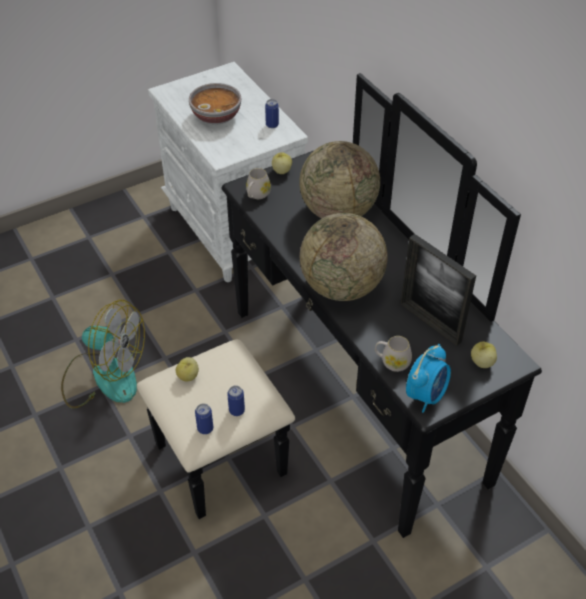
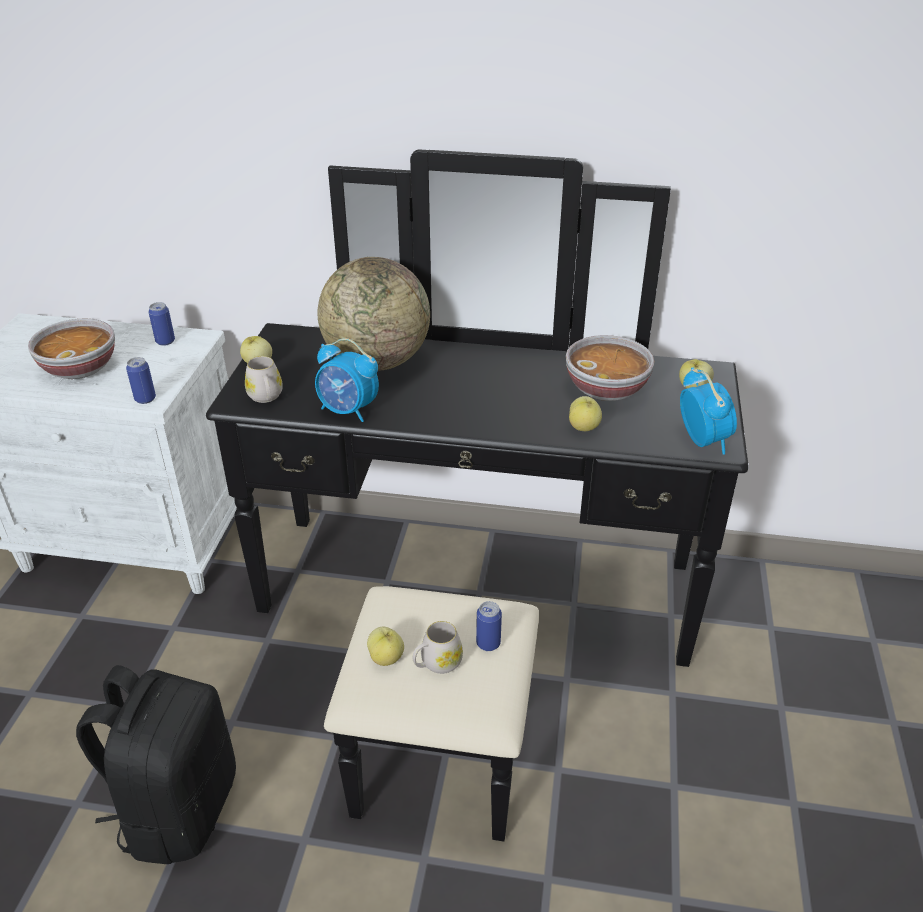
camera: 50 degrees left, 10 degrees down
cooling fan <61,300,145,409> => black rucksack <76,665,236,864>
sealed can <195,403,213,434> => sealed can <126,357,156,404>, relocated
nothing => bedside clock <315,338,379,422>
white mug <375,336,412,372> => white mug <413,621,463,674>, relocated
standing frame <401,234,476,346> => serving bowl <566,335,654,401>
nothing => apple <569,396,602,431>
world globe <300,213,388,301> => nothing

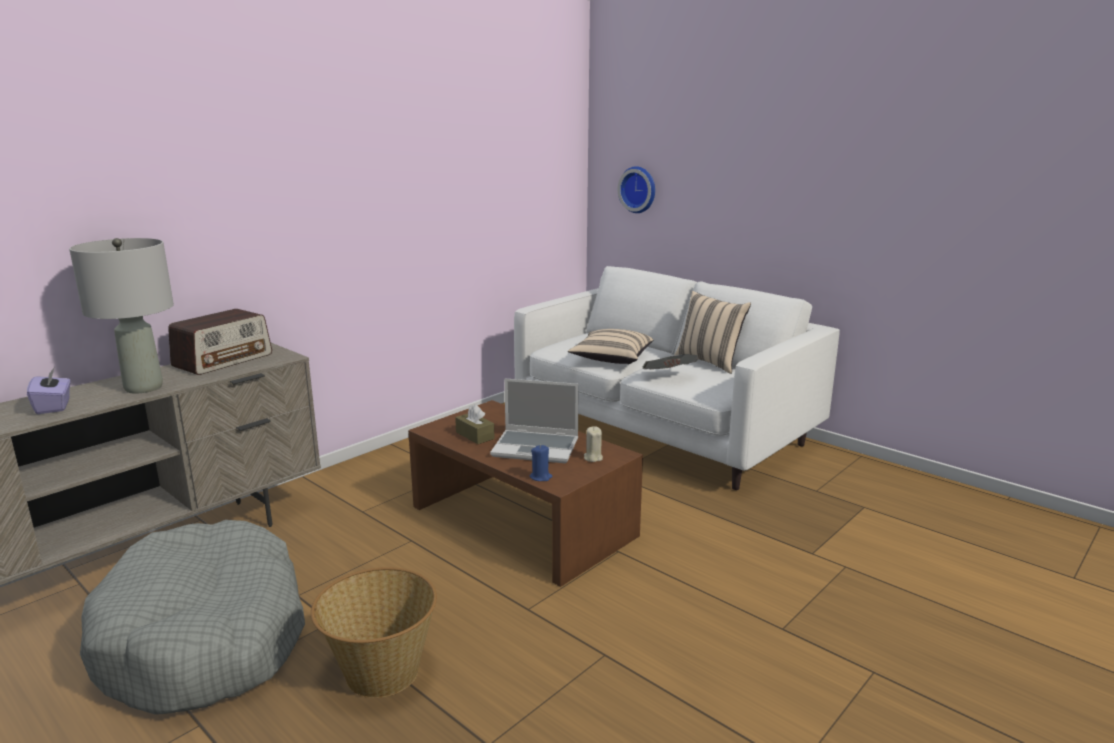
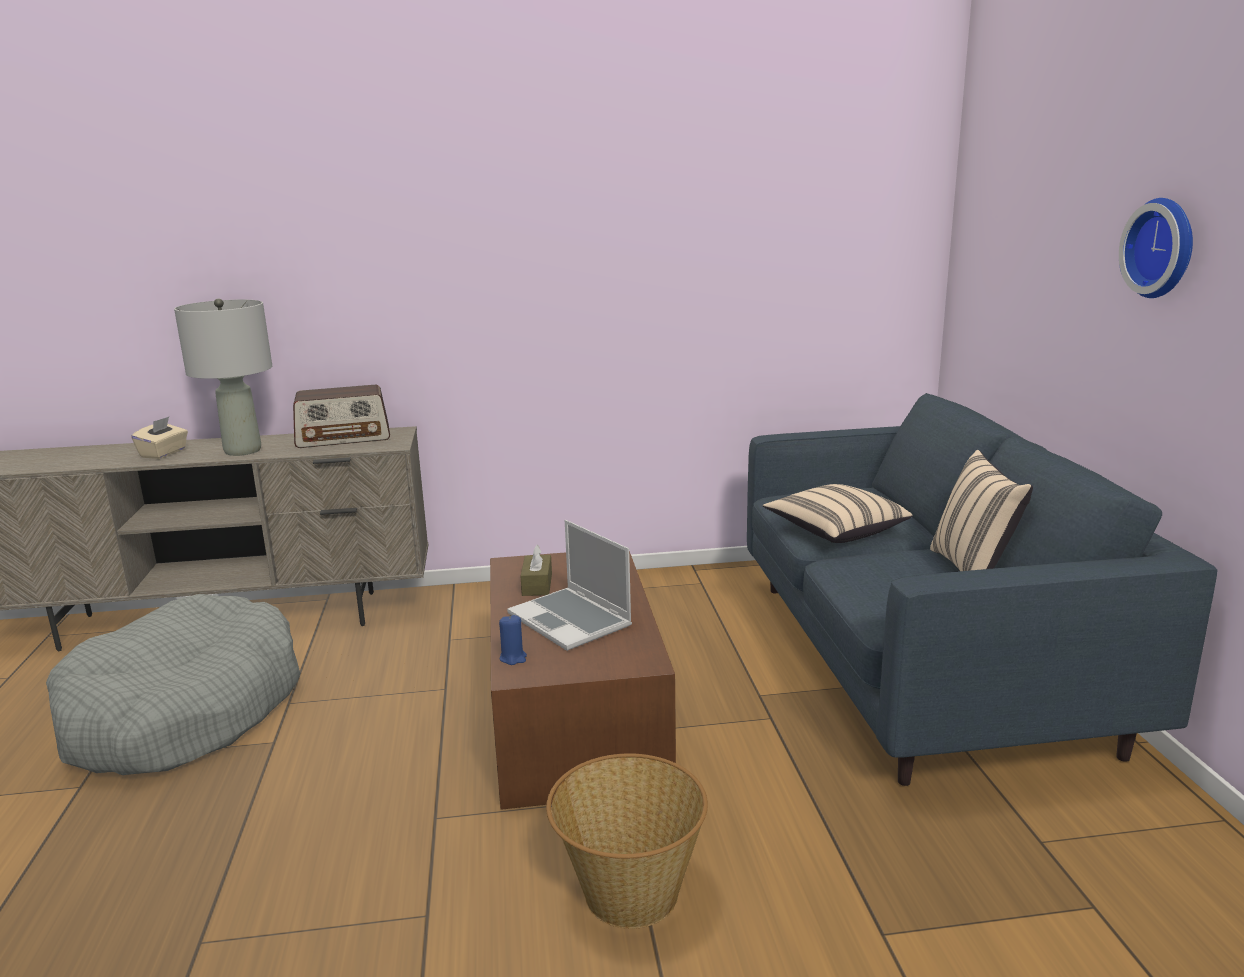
camera: 40 degrees right, 0 degrees up
purple-coloured tissue holder <27,368,71,414> => beige tissue holder <131,417,188,459>
household basket <311,567,437,698> => household basket <546,753,708,929>, relocated
white settee <514,266,840,490> => blue settee <747,393,1218,786>
clock on the wall <618,166,655,213> => clock on the wall <1119,198,1193,298>, relocated
beige wax candle <584,426,603,462> => nothing
printed paper <642,354,698,369> => nothing

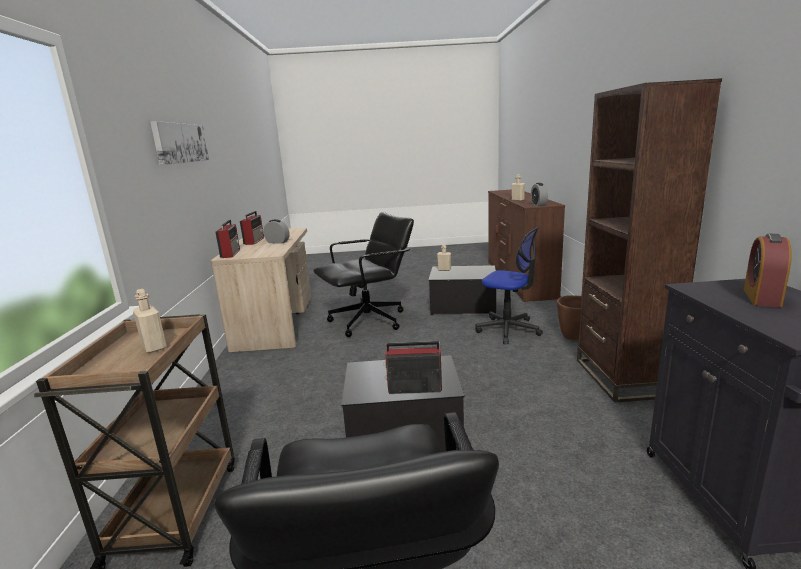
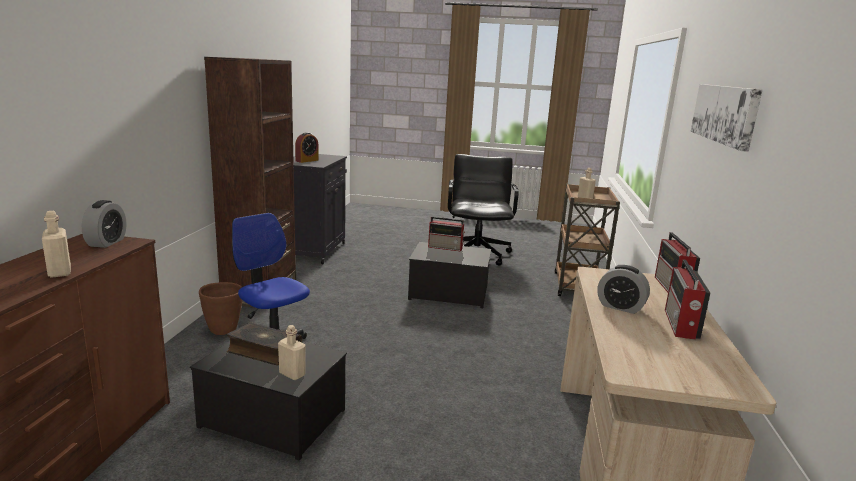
camera: 170 degrees left, 0 degrees up
nothing => bound book <227,322,302,365>
black computer chair <313,212,414,337> => nothing

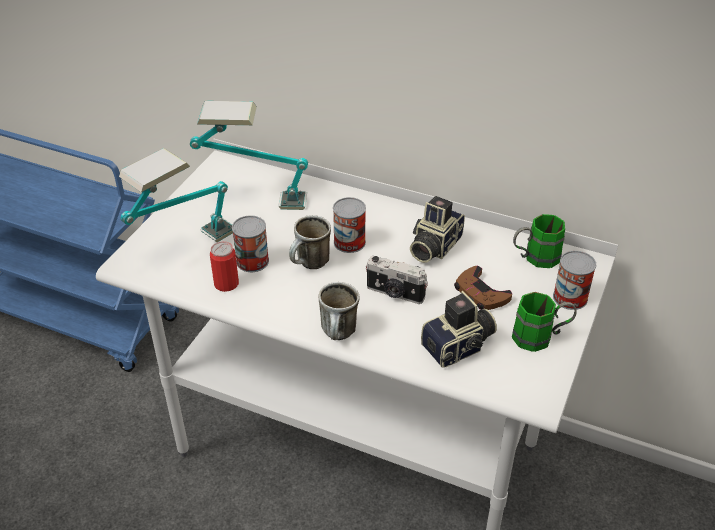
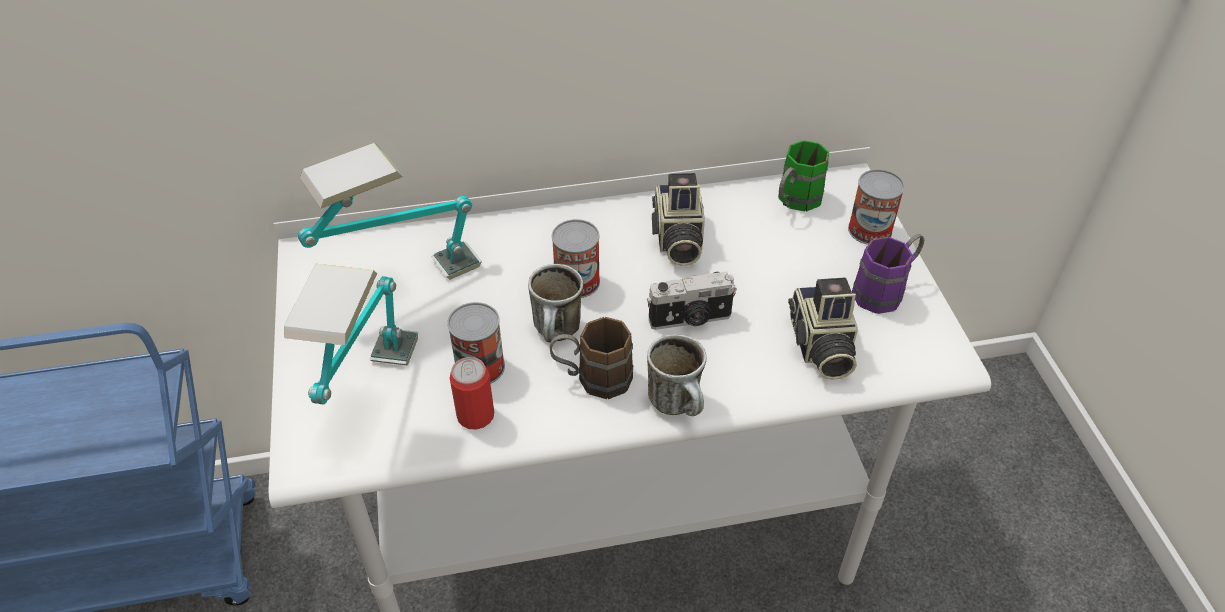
camera: 35 degrees left, 5 degrees up
nothing => brown-coloured mug <550,317,633,399>
photo camera <421,291,497,368> => photo camera <788,278,858,380>, 150 degrees clockwise
green-coloured mug <512,292,577,352> => purple-coloured mug <852,234,924,314>
brown-coloured gamepad <454,266,512,310> => nothing

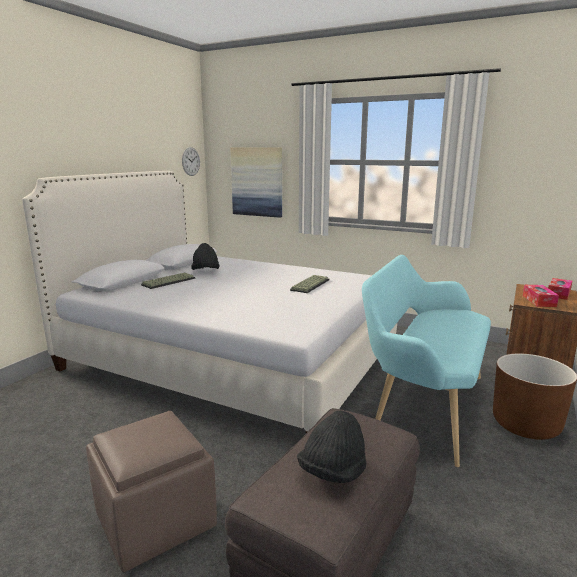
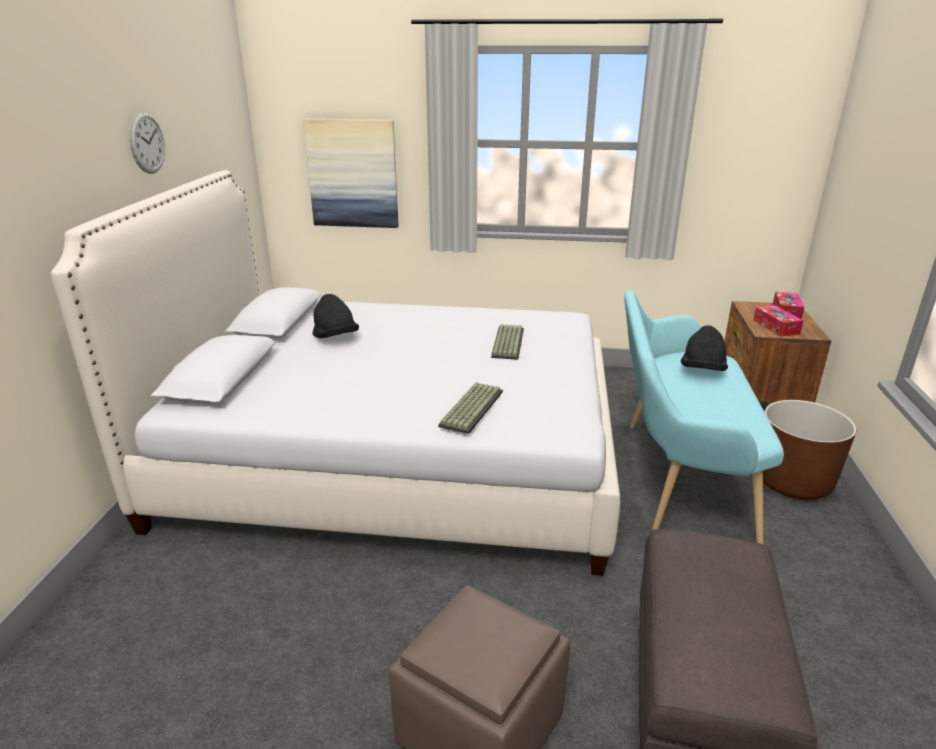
camera: 20 degrees left, 10 degrees up
clock on the wall <182,147,200,176> => clock on the wall <129,111,165,174>, relocated
computer keyboard <141,273,195,289> => computer keyboard <438,382,503,434>, relocated
black clothing hat <297,410,367,483> => black clothing hat <681,325,728,371>, relocated

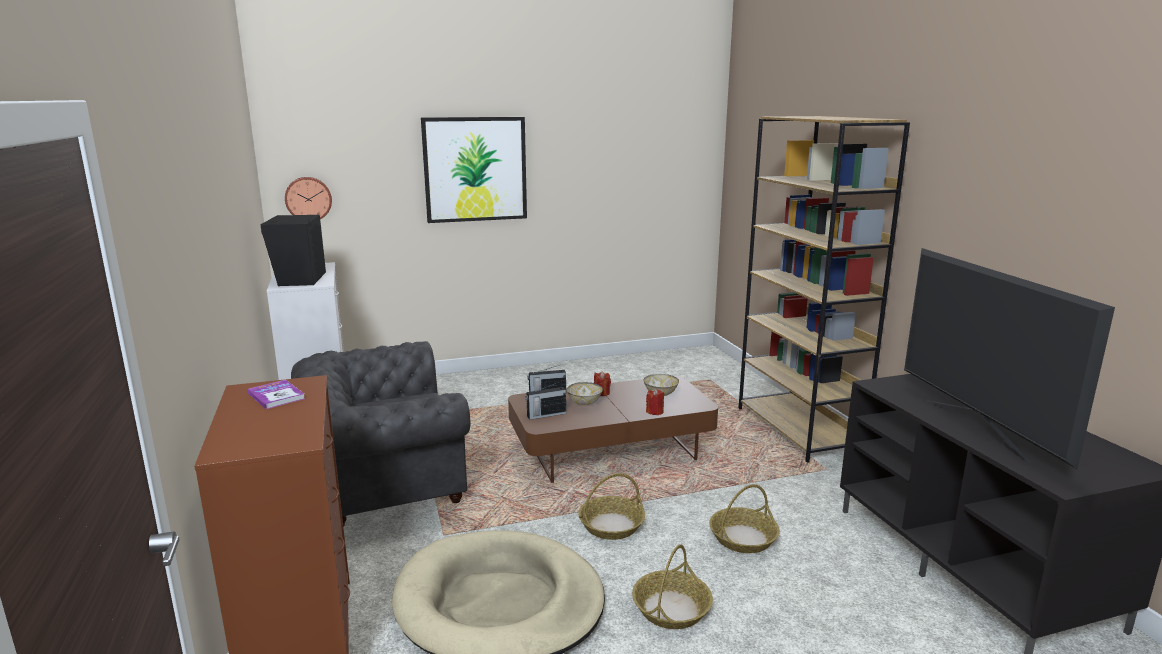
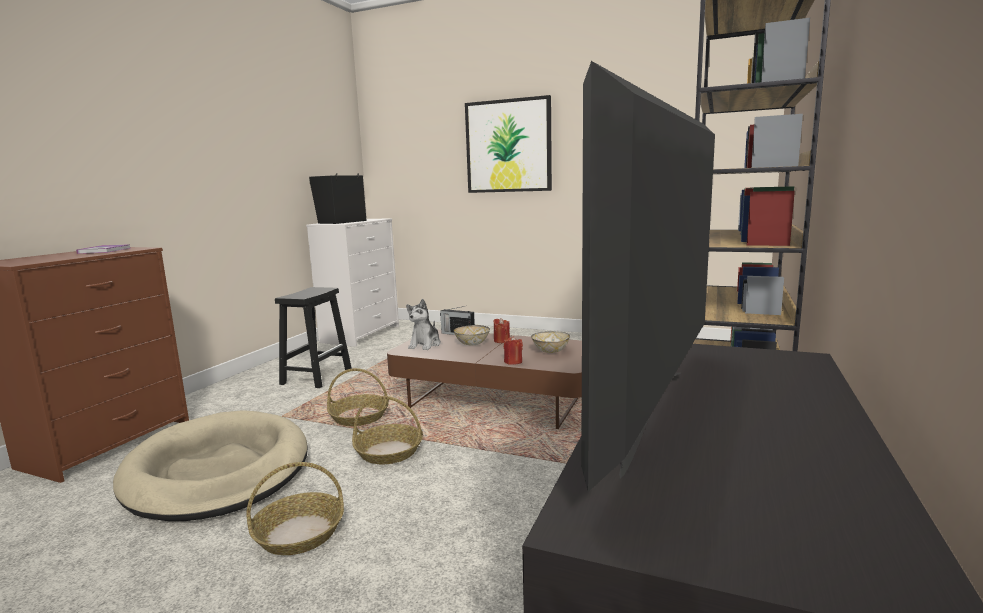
camera: 40 degrees right, 5 degrees down
grey lounge chair <291,341,470,527> => black stool <275,287,352,388>
household basket <709,484,780,553> => household basket <327,368,389,426>, relocated
radio <525,382,566,420> => cuddly toy <406,299,441,350>
clock on the wall <285,177,332,219> => nothing

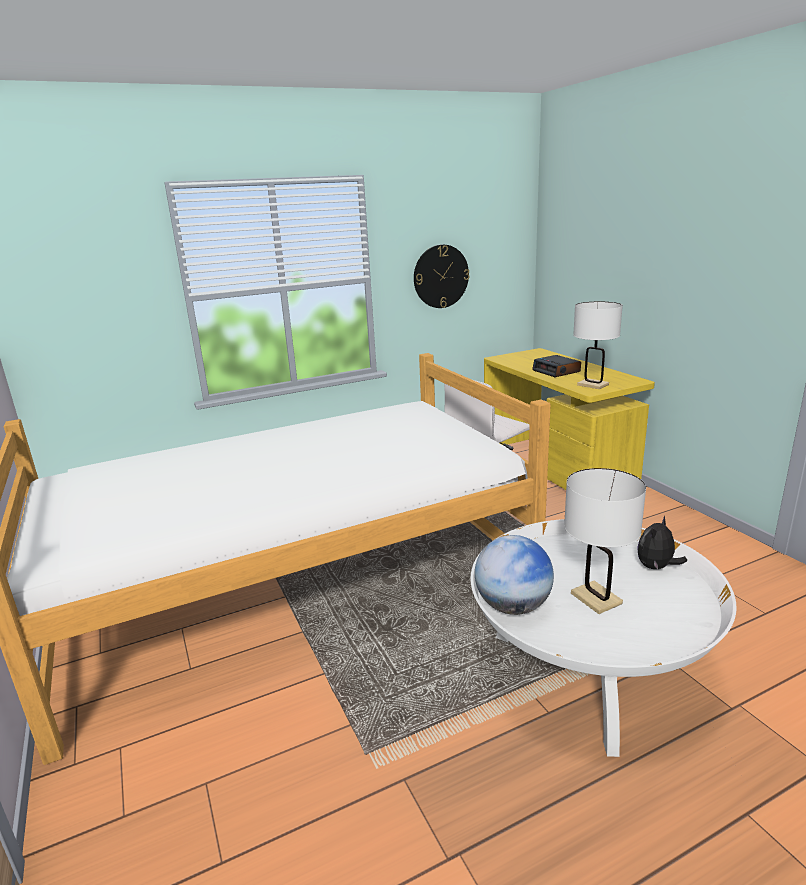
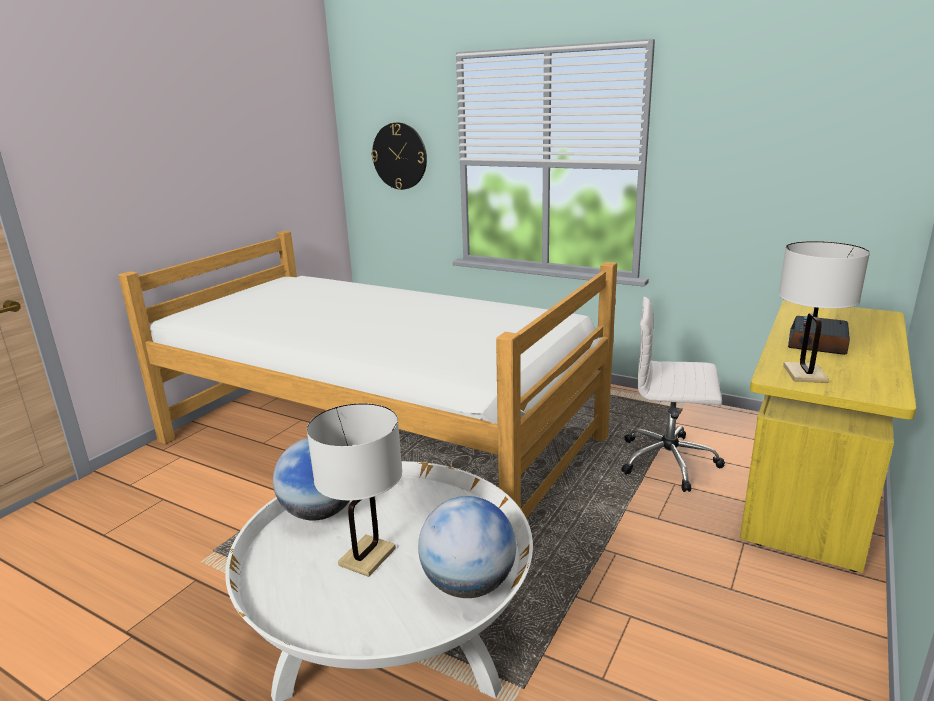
camera: 55 degrees right, 0 degrees up
clock on the wall <414,244,470,308> => clock on the wall <371,122,427,190>, relocated
cuddly toy <637,516,687,570> => world globe <418,496,516,598>

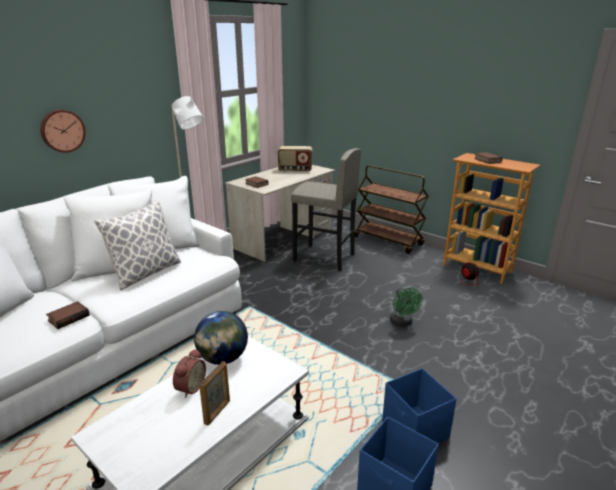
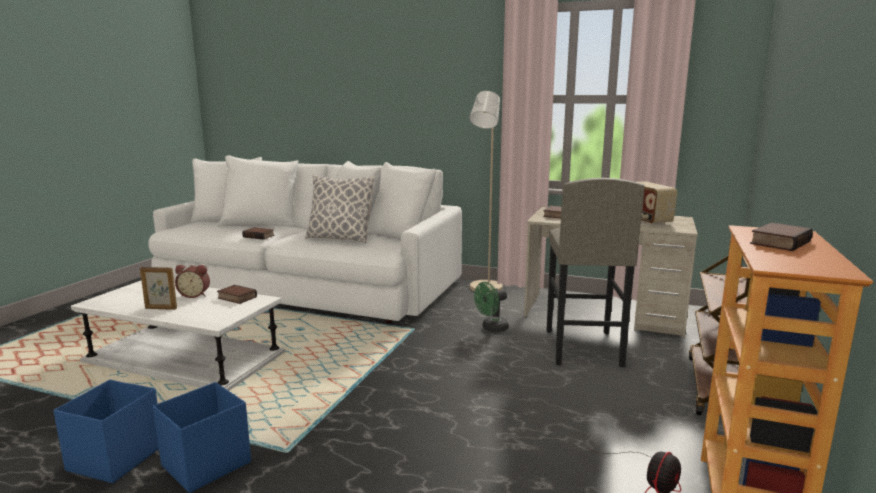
camera: 70 degrees right, 10 degrees down
world globe <194,311,248,365> => bound book <217,285,257,304>
green-coloured cooling fan <390,288,423,326> => green-coloured cooling fan <474,282,509,332>, relocated
clock on the wall <40,110,86,153> => nothing

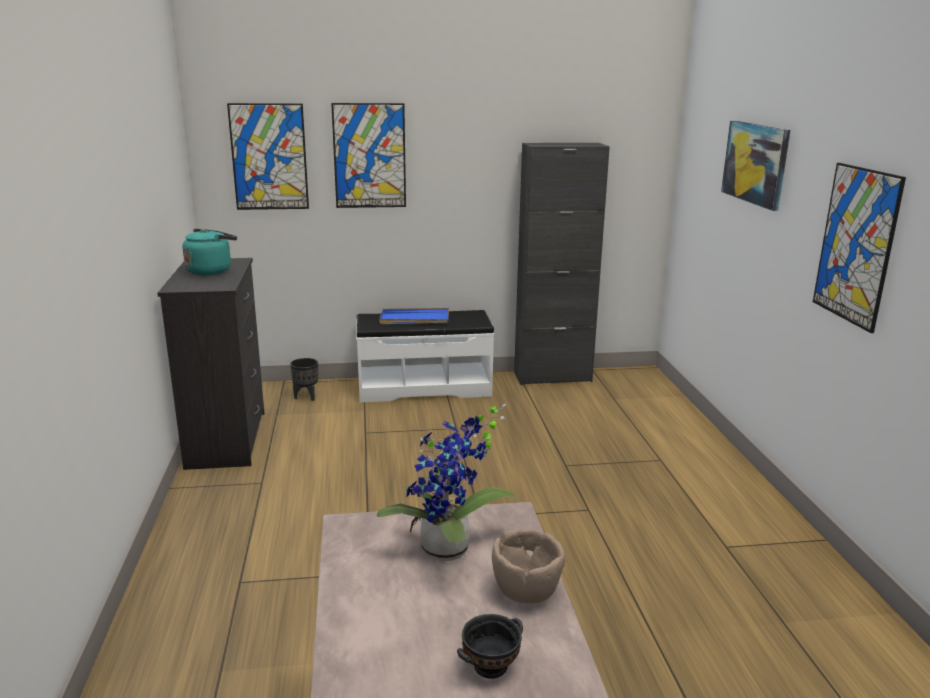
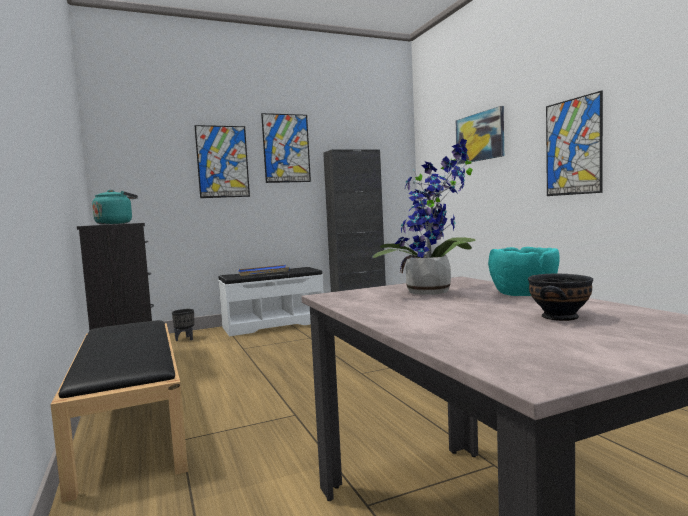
camera: 15 degrees left, 15 degrees down
nothing => black bench <51,320,188,503>
wall art <227,103,309,210> => wall art <261,113,311,183>, relocated
brown-coloured serving bowl <492,529,565,603> => turquoise-coloured serving bowl <488,247,560,296>

